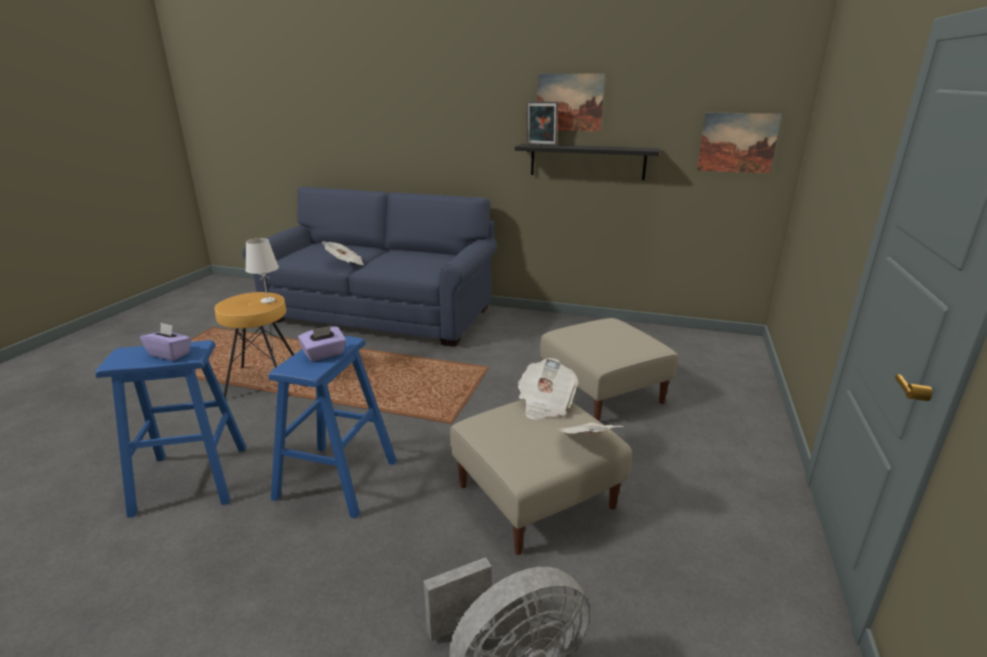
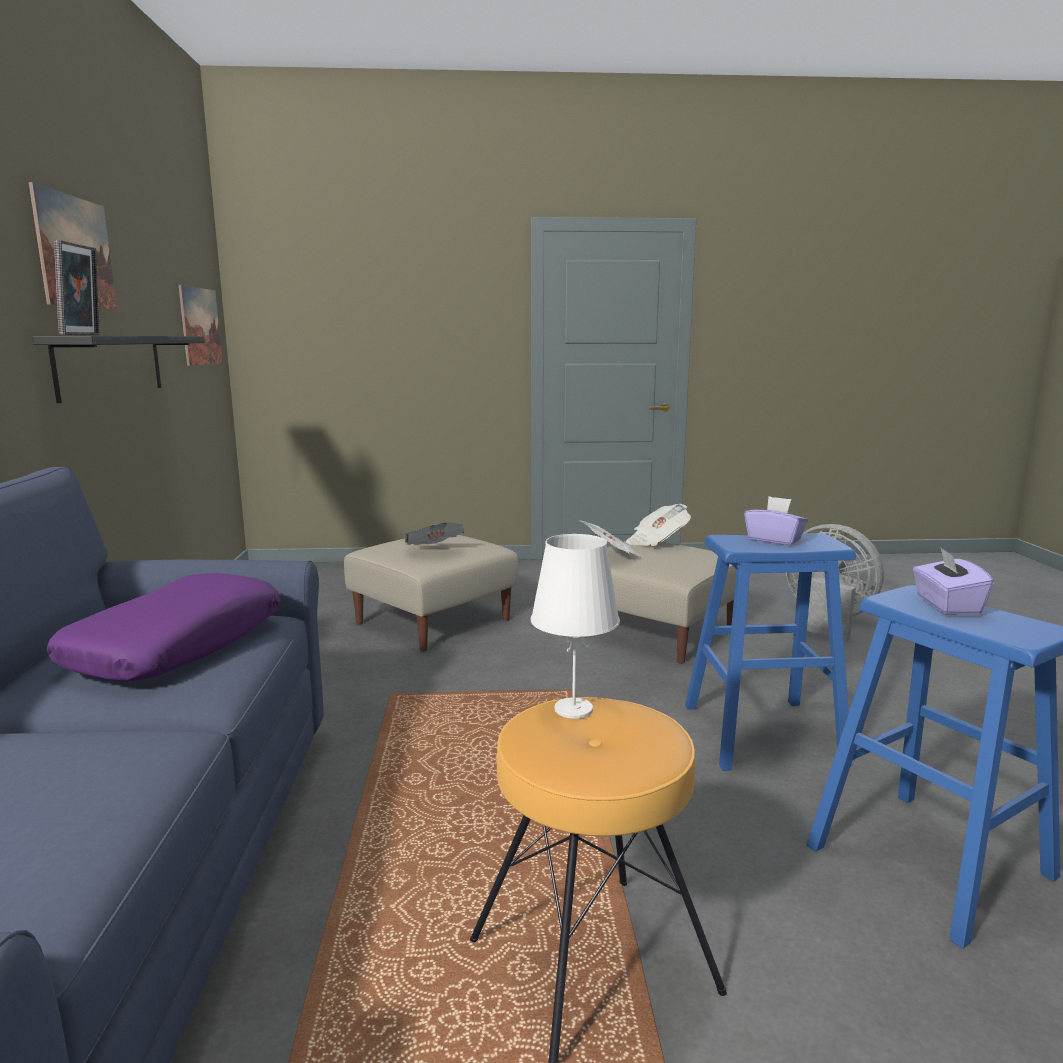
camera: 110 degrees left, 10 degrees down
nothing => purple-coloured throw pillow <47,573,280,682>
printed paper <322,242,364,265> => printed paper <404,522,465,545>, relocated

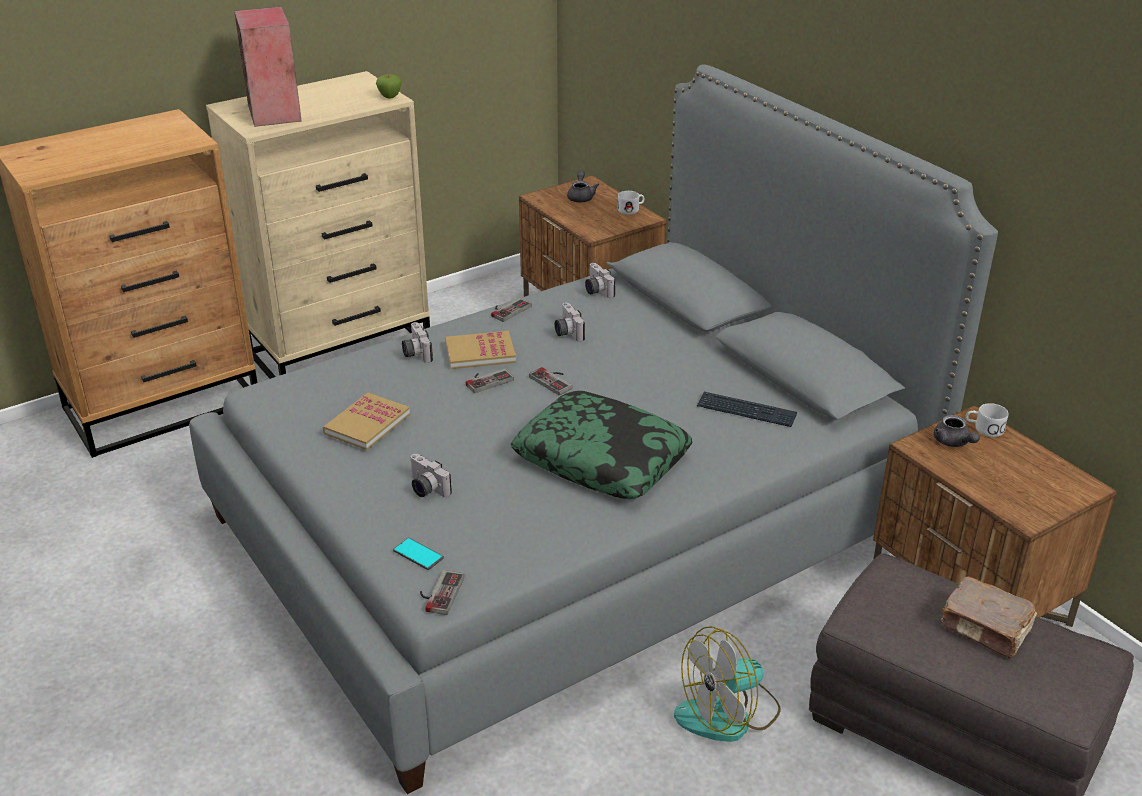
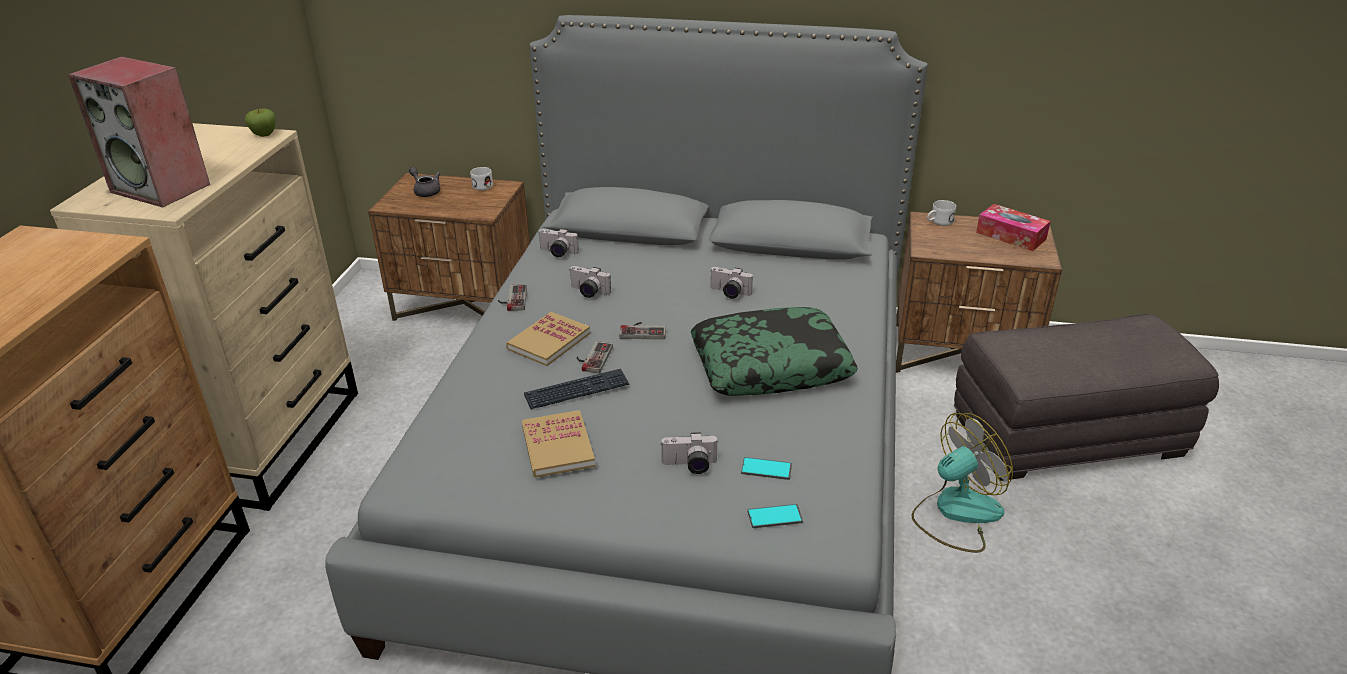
camera: 45 degrees left, 0 degrees up
computer keyboard <697,392,797,427> => computer keyboard <524,369,630,410>, relocated
photo camera <402,322,433,363> => photo camera <711,267,753,299>, relocated
nothing => telephone <741,457,792,480>
cooling fan <674,626,781,742> => cooling fan <911,413,1013,553>, 135 degrees counterclockwise
nothing => tissue holder <976,204,1051,251>
gamepad <420,570,464,615> => nothing
grey teapot <934,415,980,447> => nothing
brown-coloured bound book <941,576,1037,659> => nothing

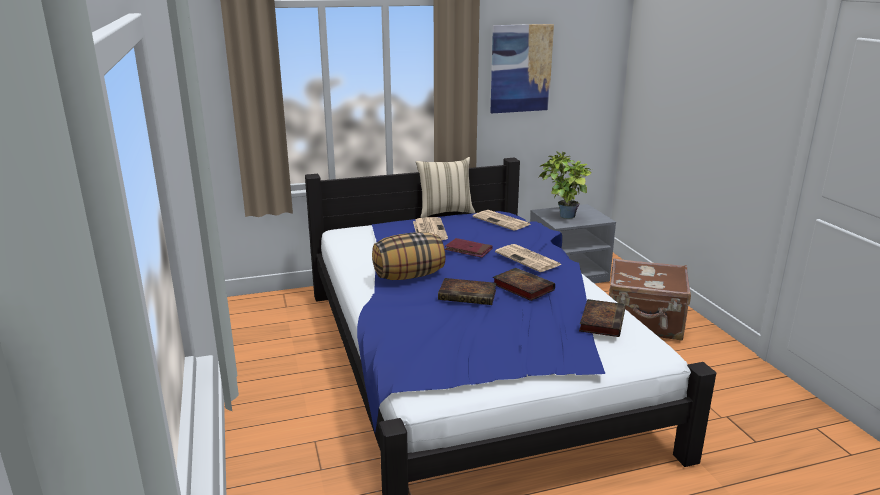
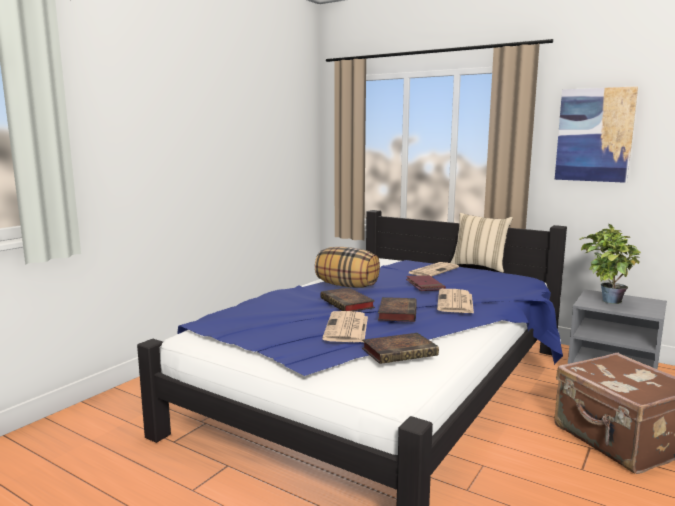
camera: 50 degrees right, 10 degrees down
printed paper <473,210,531,231> => printed paper <322,311,368,342>, relocated

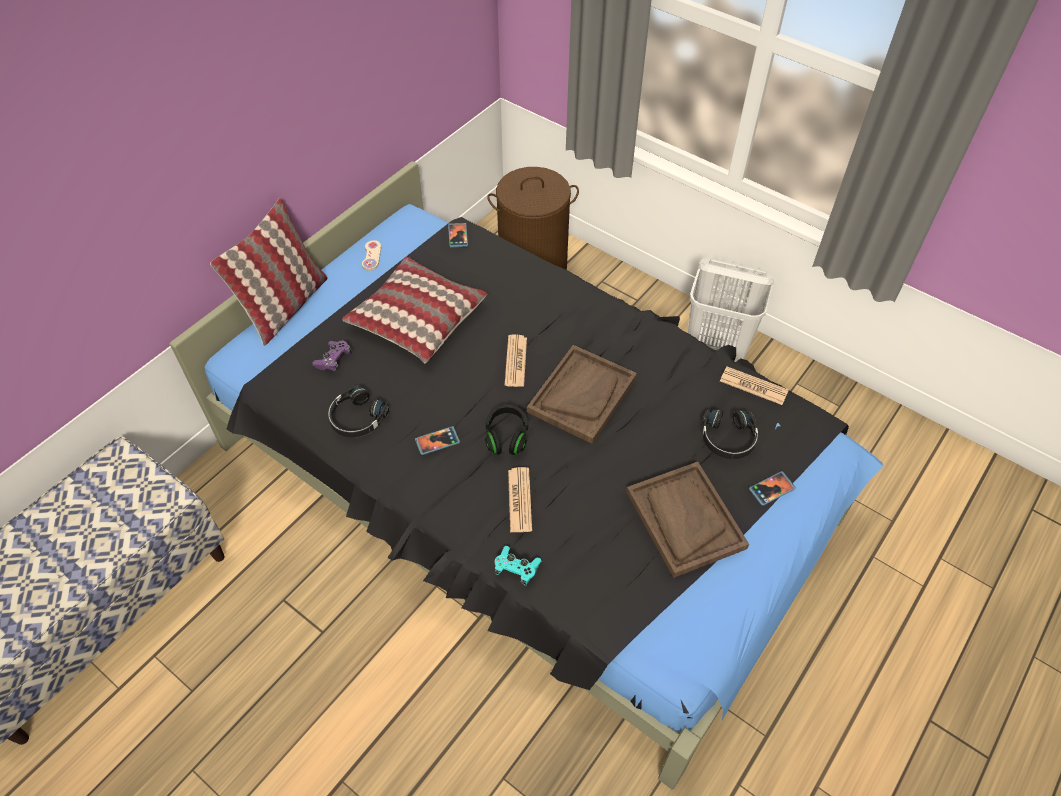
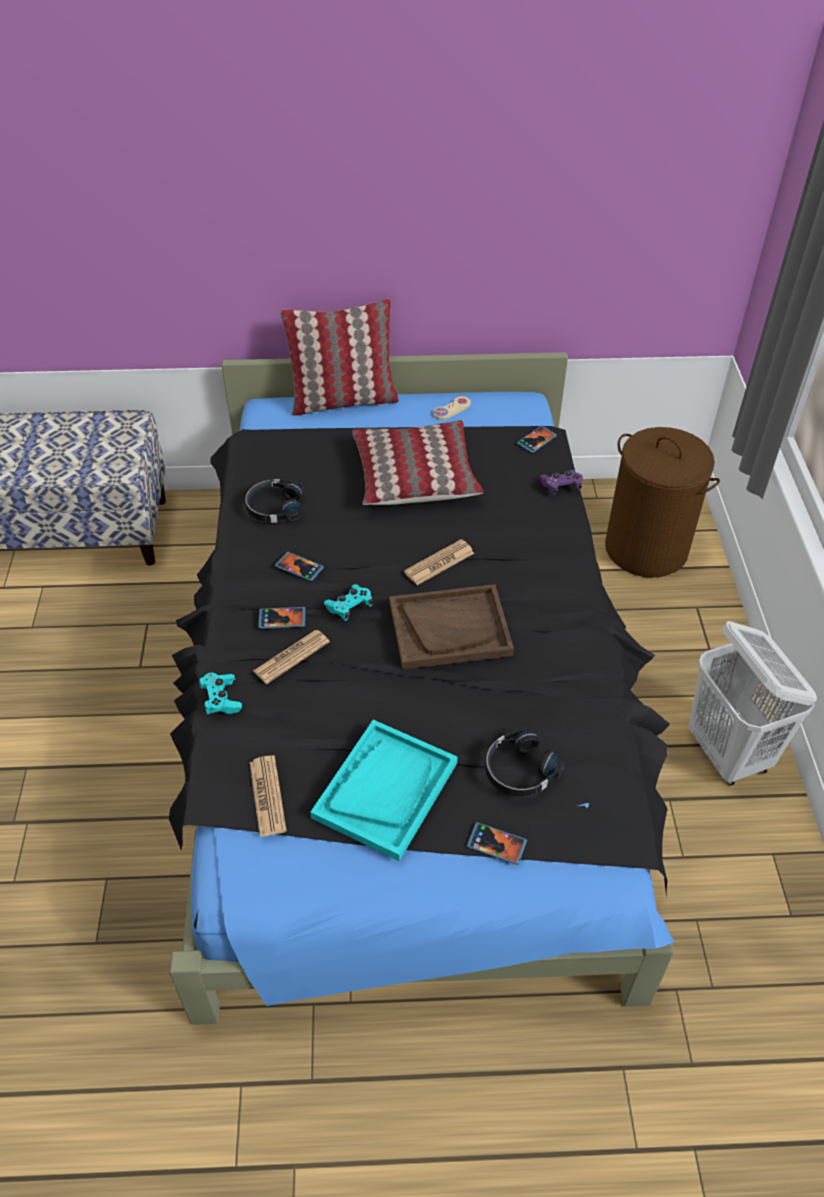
camera: 50 degrees right, 5 degrees down
printed paper <720,366,789,405> => printed paper <249,756,287,837>, relocated
nothing => telephone <259,607,305,629>
brown-coloured carrying tray <626,462,749,578> => turquoise-coloured carrying tray <310,720,458,861>
black headphones <485,405,528,455> => turquoise-coloured gamepad <324,584,373,621>
purple-coloured gamepad <312,341,352,372> => purple-coloured gamepad <540,470,583,495>, relocated

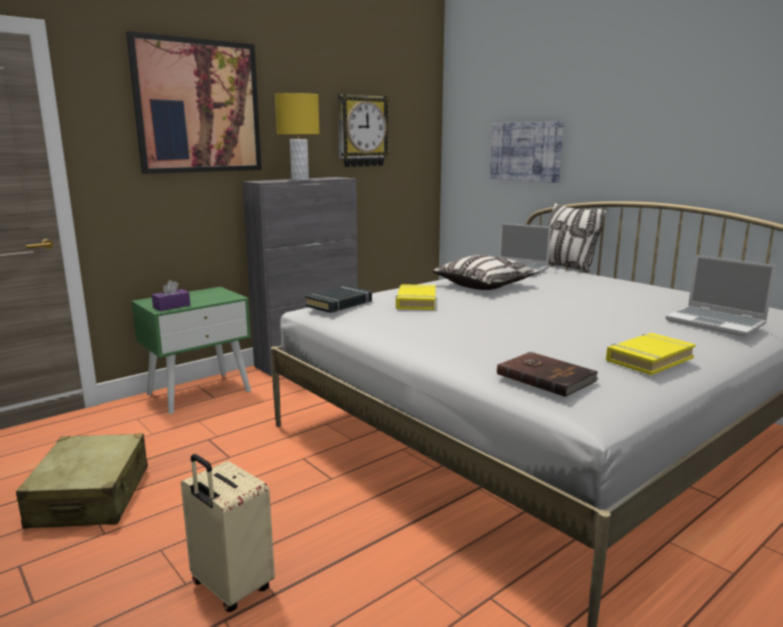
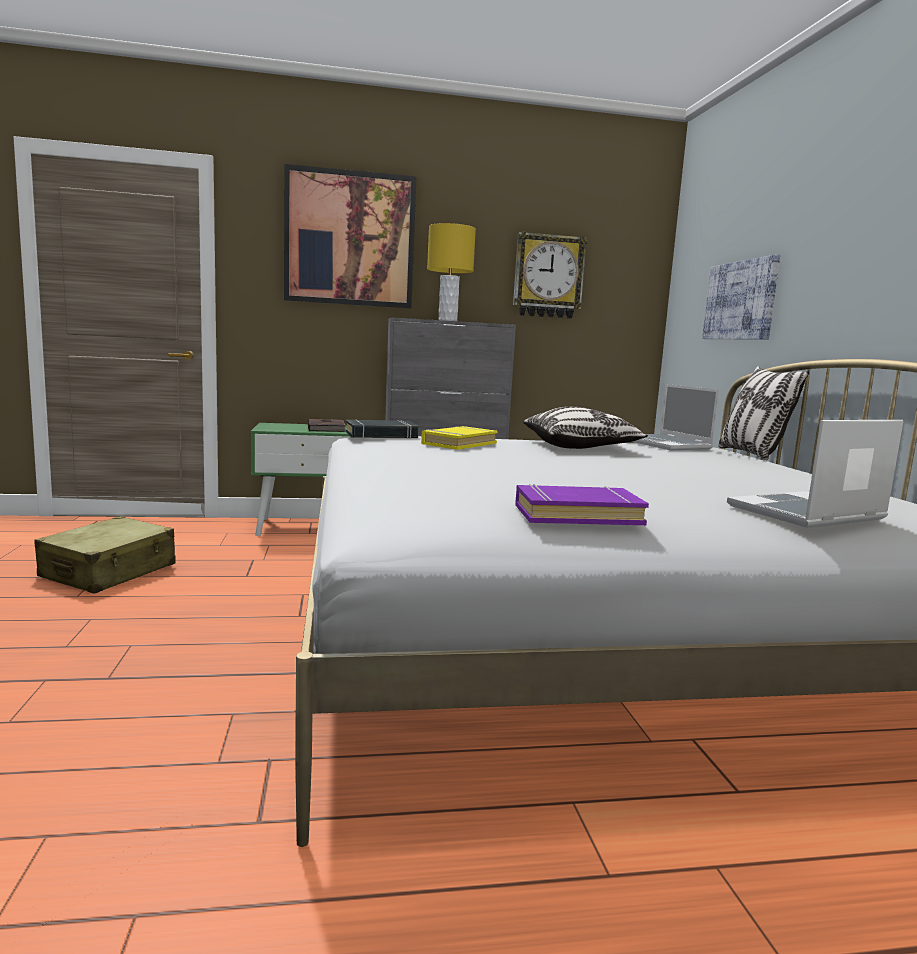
camera: 30 degrees right, 5 degrees down
brown-coloured bound book <497,352,599,397> => brown-coloured bound book <308,419,346,432>, relocated
yellow-coloured bound book <606,333,696,375> => purple-coloured bound book <515,484,649,525>
notebook computer <666,255,776,337> => notebook computer <727,420,904,528>, 75 degrees clockwise
purple-coloured tissue holder <152,280,190,311> => nothing
beige piece of luggage <181,454,275,612> => nothing

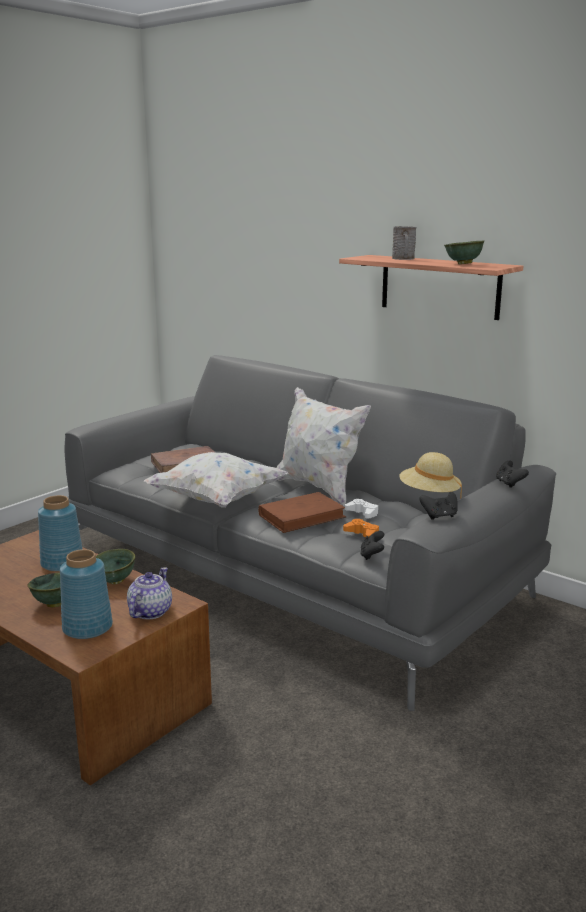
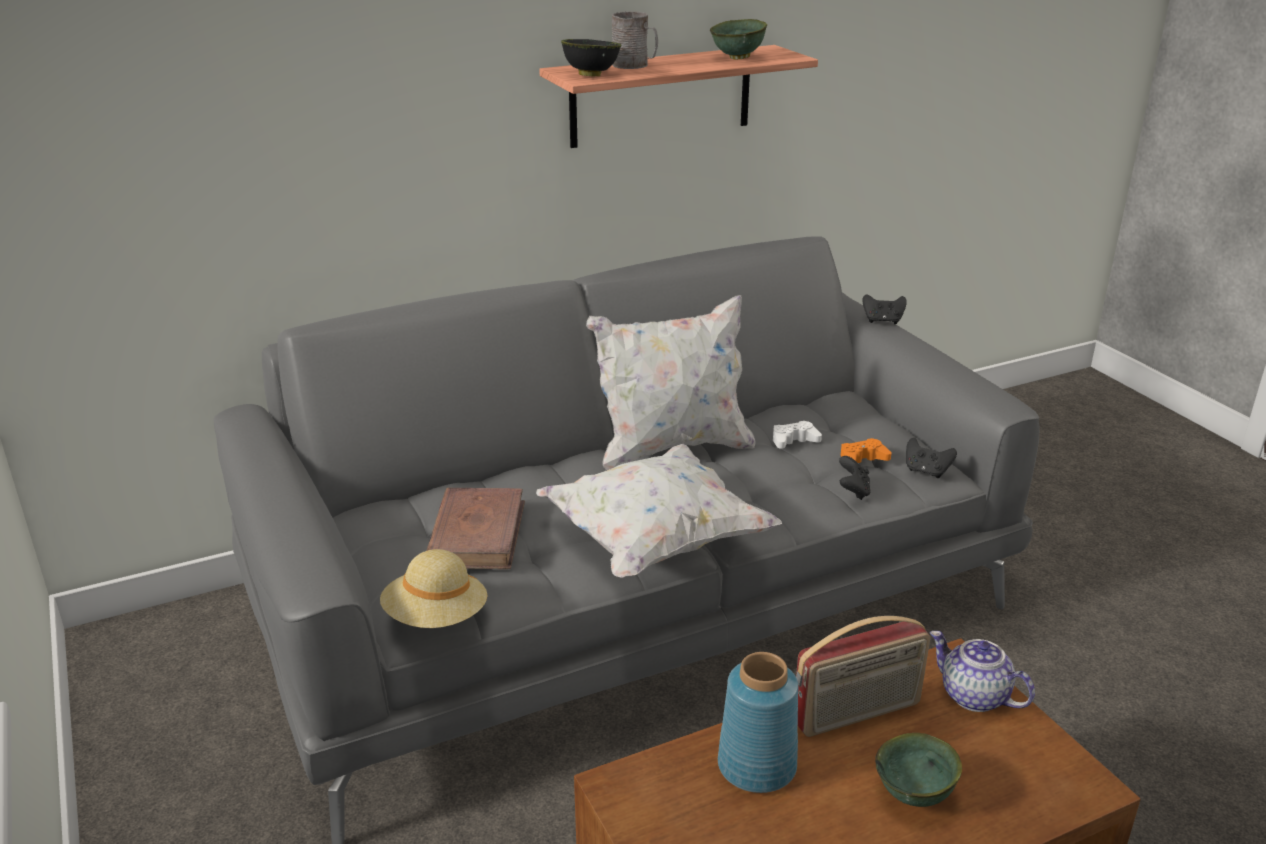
camera: 65 degrees left, 10 degrees up
beige clothing hat <399,452,462,499> => beige clothing hat <380,549,488,628>, relocated
nothing => black serving bowl <561,39,622,76>
green-coloured serving bowl <96,549,135,584> => radio <796,616,930,737>
black gamepad <419,492,458,520> => black gamepad <839,456,871,500>, relocated
blue vase <60,549,113,639> => nothing
brown-coloured bound book <258,492,347,533> => nothing

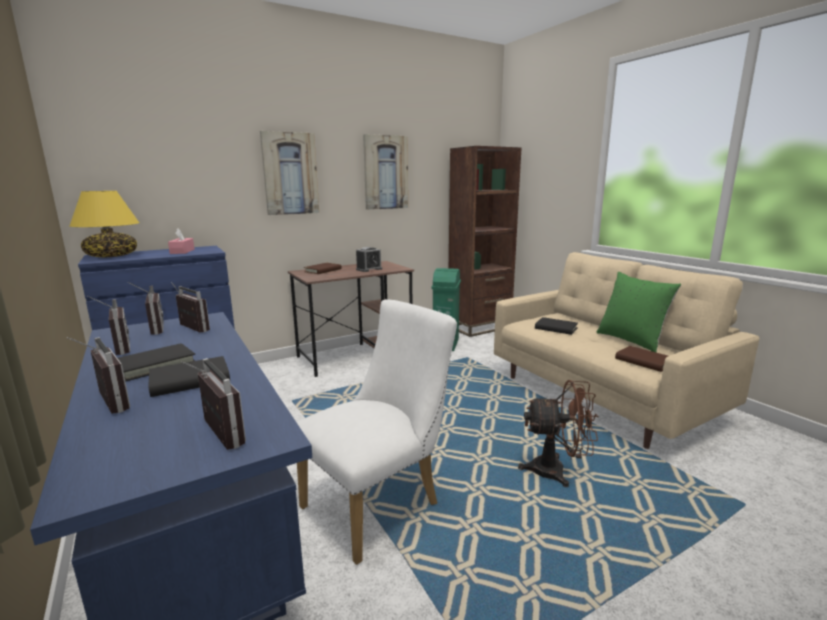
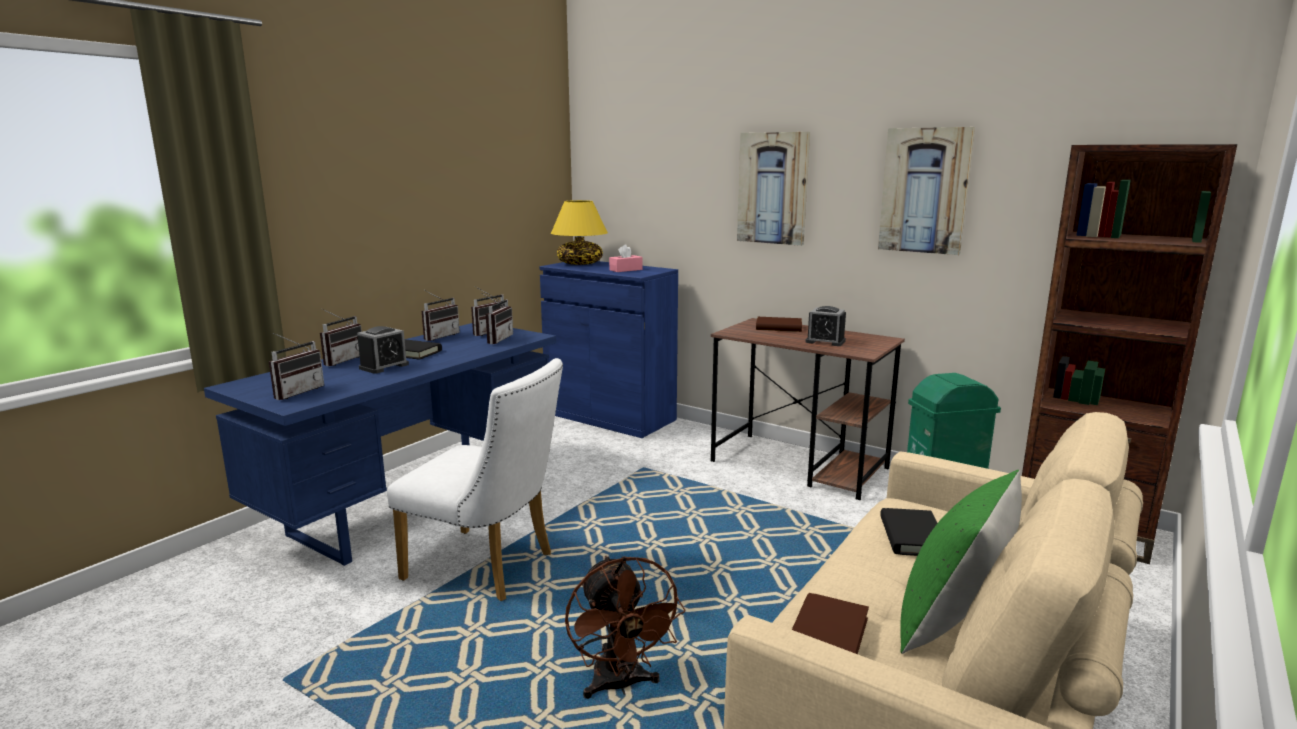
camera: 65 degrees right, 0 degrees up
black bound book <148,356,230,397> => bedside clock <357,326,409,374>

